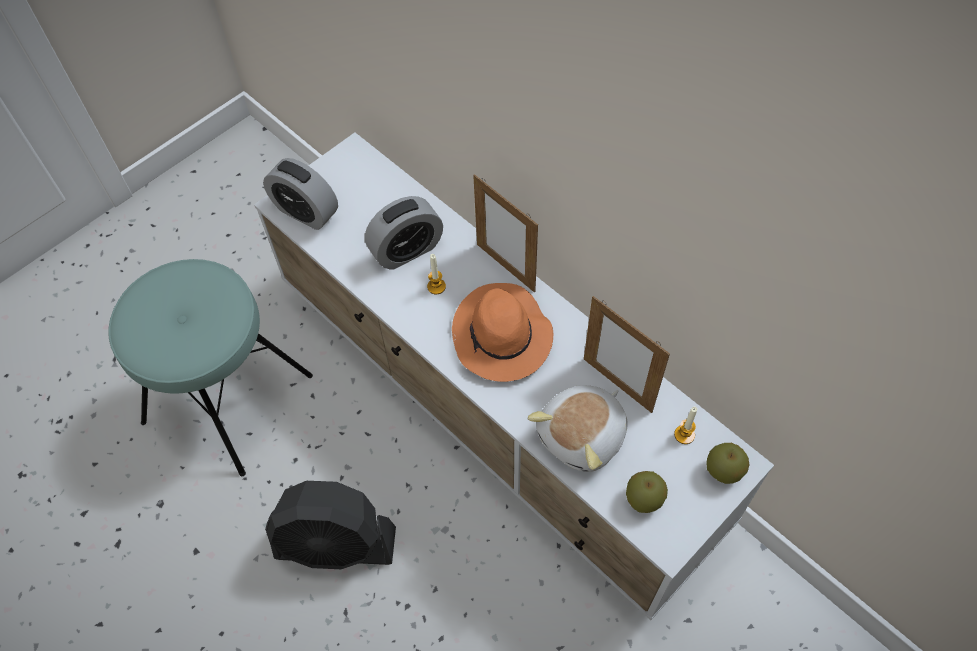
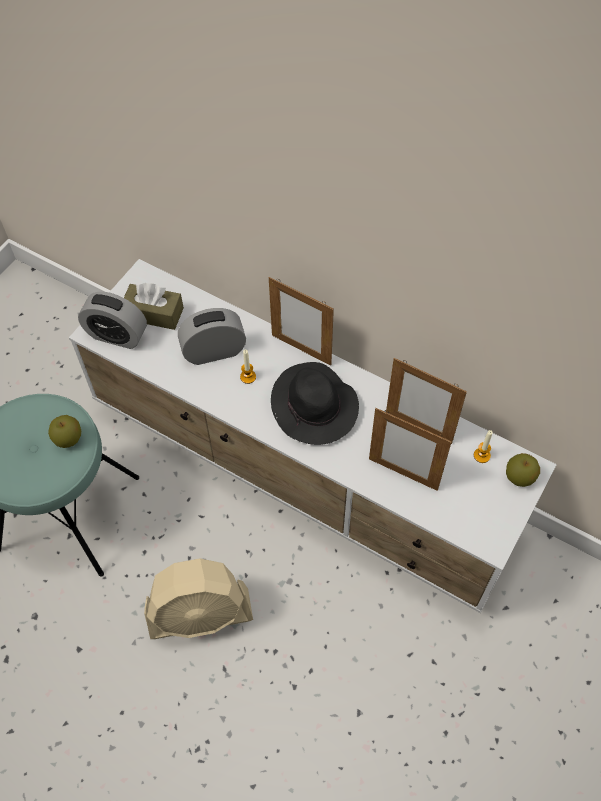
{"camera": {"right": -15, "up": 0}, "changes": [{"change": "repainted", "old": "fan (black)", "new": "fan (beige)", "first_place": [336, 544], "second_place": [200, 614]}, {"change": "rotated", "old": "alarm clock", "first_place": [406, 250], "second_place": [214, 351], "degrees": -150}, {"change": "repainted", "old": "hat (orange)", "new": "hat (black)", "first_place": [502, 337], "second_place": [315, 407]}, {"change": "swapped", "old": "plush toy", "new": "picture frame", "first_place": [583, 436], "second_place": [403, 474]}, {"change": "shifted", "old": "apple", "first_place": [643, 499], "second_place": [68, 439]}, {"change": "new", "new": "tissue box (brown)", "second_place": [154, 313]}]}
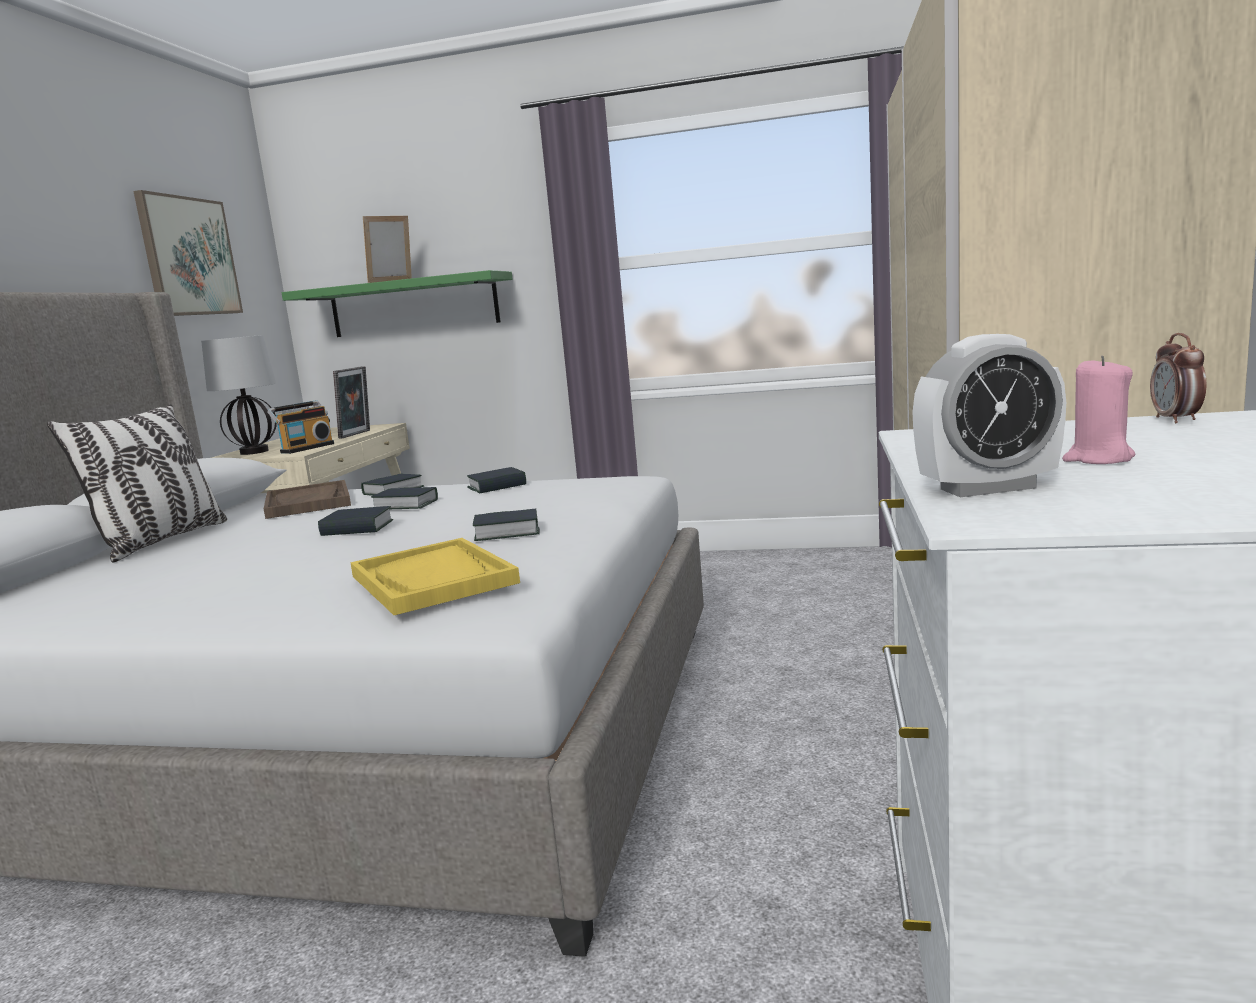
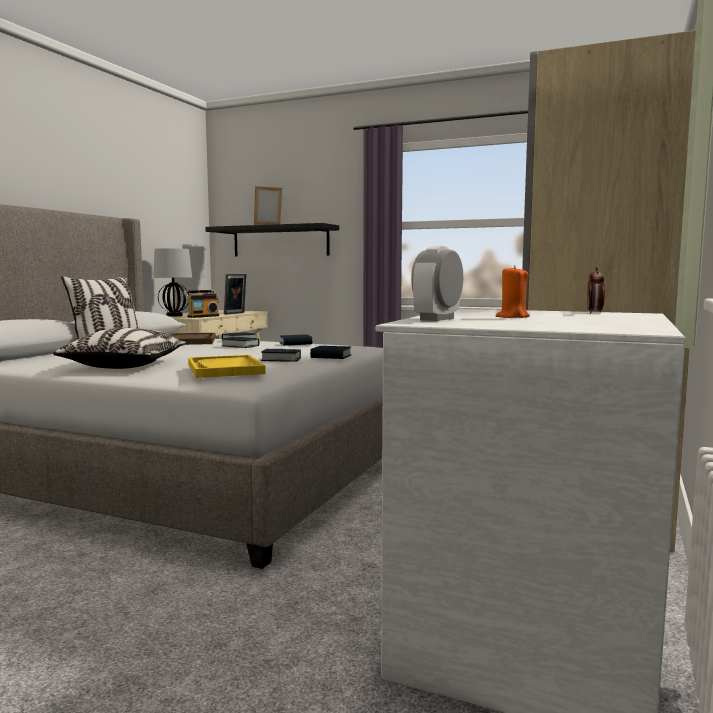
{"camera": {"right": 10, "up": -5}, "changes": [{"change": "gone", "old": "picture", "first_place": [188, 256]}, {"change": "repainted", "old": "shelf (green)", "new": "shelf (black)", "first_place": [414, 306], "second_place": [280, 241]}, {"change": "shifted", "old": "book", "first_place": [357, 528], "second_place": [331, 357]}, {"change": "rotated", "old": "alarm clock", "first_place": [987, 488], "second_place": [437, 319], "degrees": 120}, {"change": "repainted", "old": "candle (pink)", "new": "candle (orange)", "first_place": [1098, 459], "second_place": [512, 317]}, {"change": "new", "new": "pillow", "second_place": [125, 365]}]}
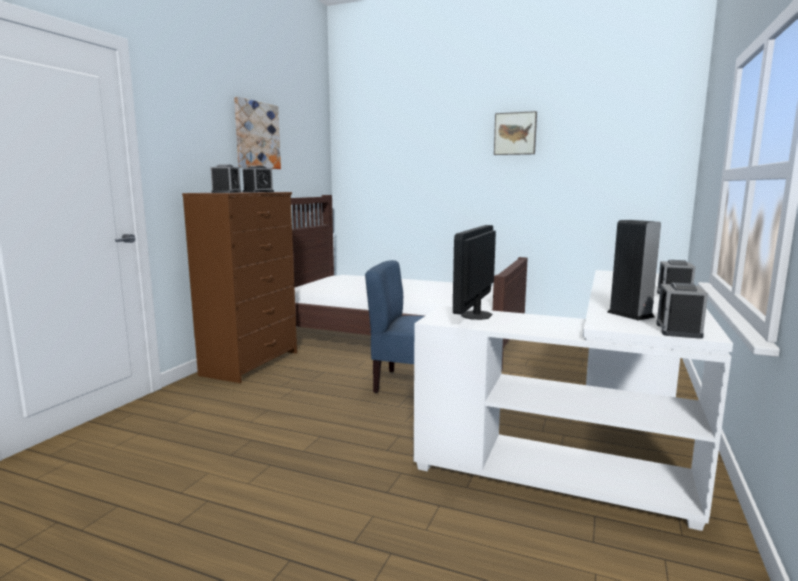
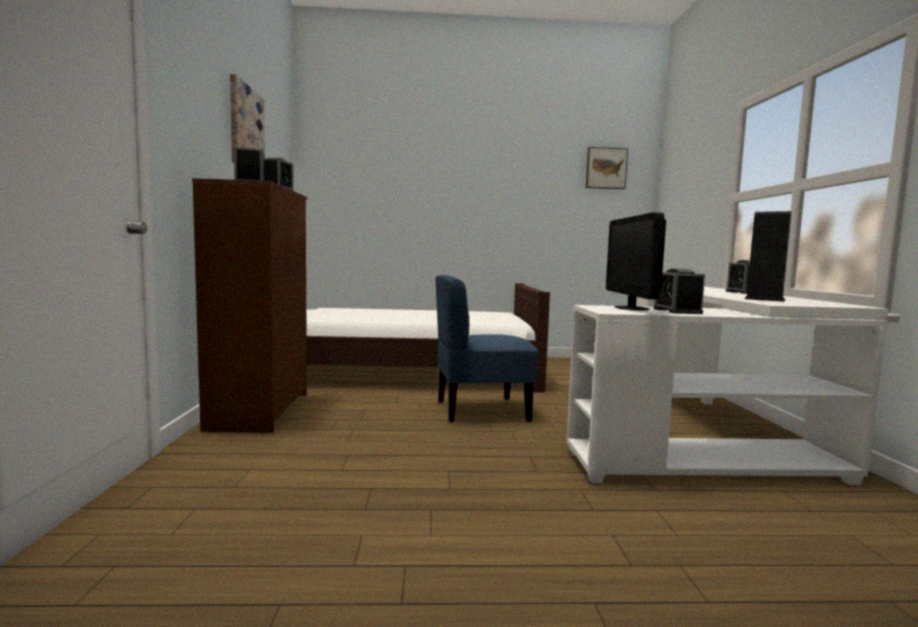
{"camera": {"right": -25, "up": -5}, "changes": [{"change": "shifted", "old": "picture", "first_place": [515, 134], "second_place": [605, 168]}, {"change": "shifted", "old": "alarm clock", "first_place": [678, 330], "second_place": [677, 311]}]}
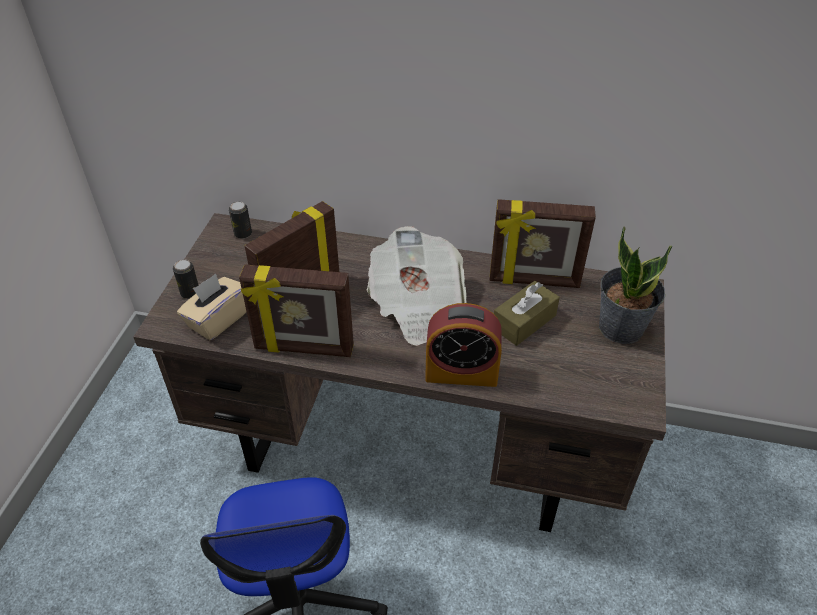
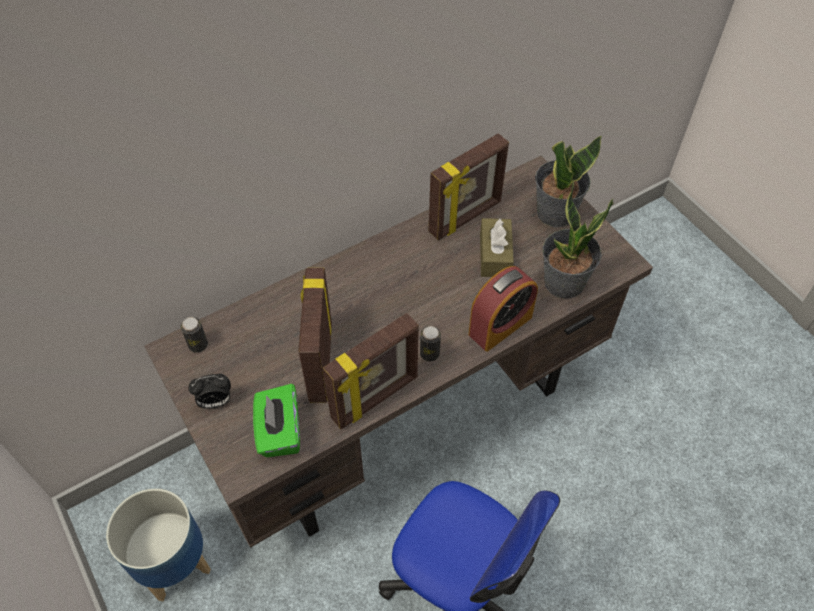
{"camera": {"right": -45, "up": 10}, "changes": [{"change": "shifted", "old": "can", "first_place": [190, 293], "second_place": [429, 354]}, {"change": "repainted", "old": "tissue box (beige)", "new": "tissue box (green)", "first_place": [218, 319], "second_place": [279, 432]}, {"change": "gone", "old": "newspaper", "first_place": [417, 306]}, {"change": "new", "new": "planter", "second_place": [173, 564]}, {"change": "new", "new": "alarm clock", "second_place": [215, 402]}, {"change": "new", "new": "potted plant", "second_place": [564, 283]}]}
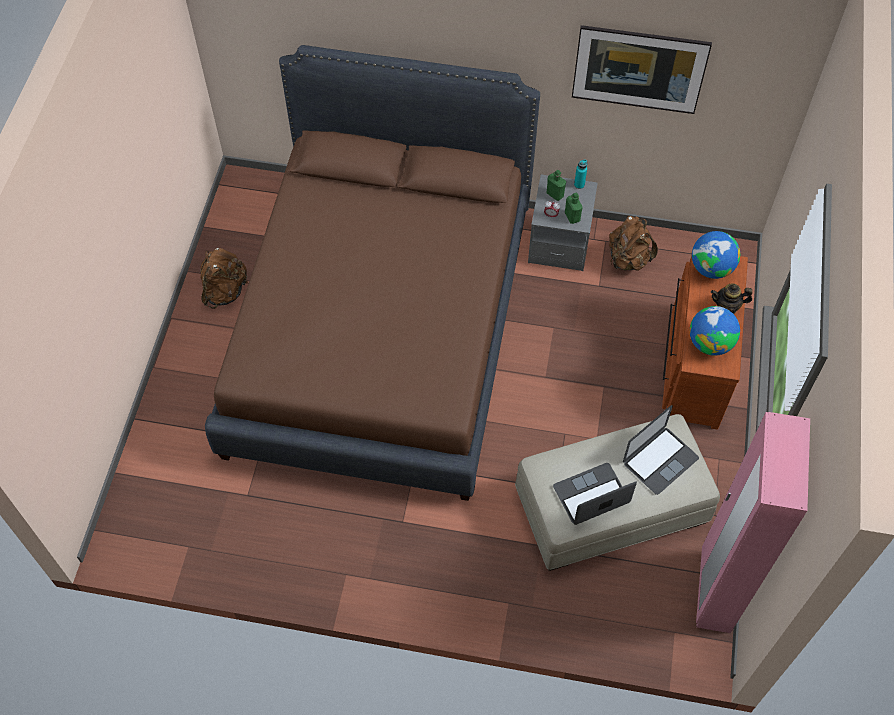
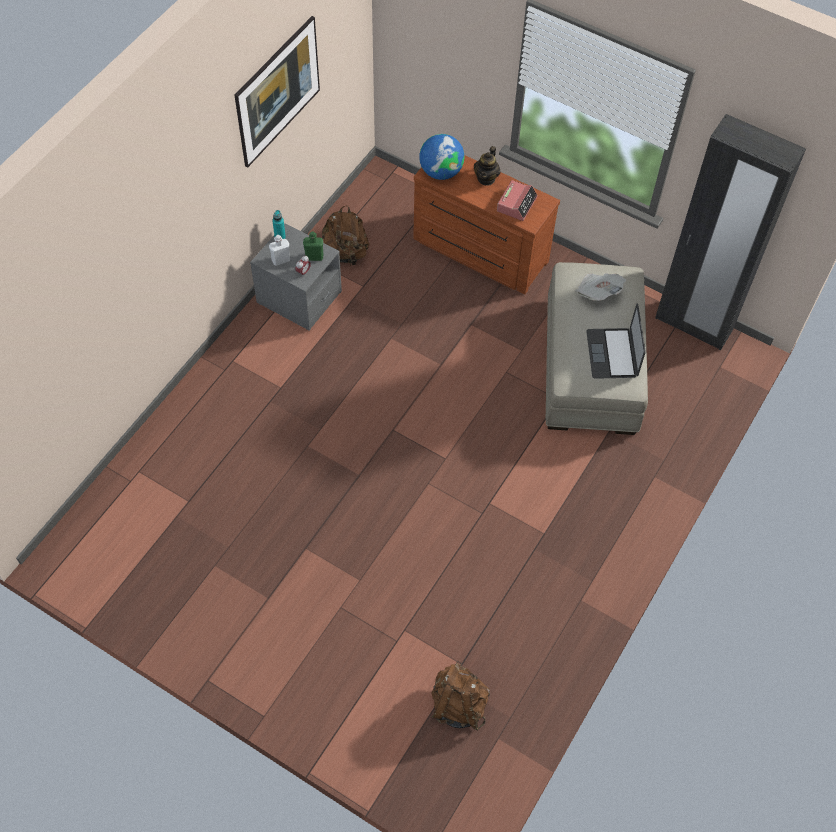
{"camera": {"right": -70, "up": 0}, "changes": [{"change": "shifted", "old": "backpack (brown)", "first_place": [225, 291], "second_place": [458, 705]}, {"change": "gone", "old": "bed (brown)", "first_place": [381, 330]}, {"change": "repainted", "old": "bottle (green)", "new": "bottle (white)", "first_place": [555, 194], "second_place": [281, 260]}, {"change": "swapped", "old": "laptop", "new": "newspaper", "first_place": [660, 460], "second_place": [598, 293]}, {"change": "swapped", "old": "globe", "new": "alarm clock", "first_place": [710, 343], "second_place": [516, 204]}, {"change": "repainted", "old": "wardrobe (pink)", "new": "wardrobe (black)", "first_place": [714, 590], "second_place": [693, 325]}]}
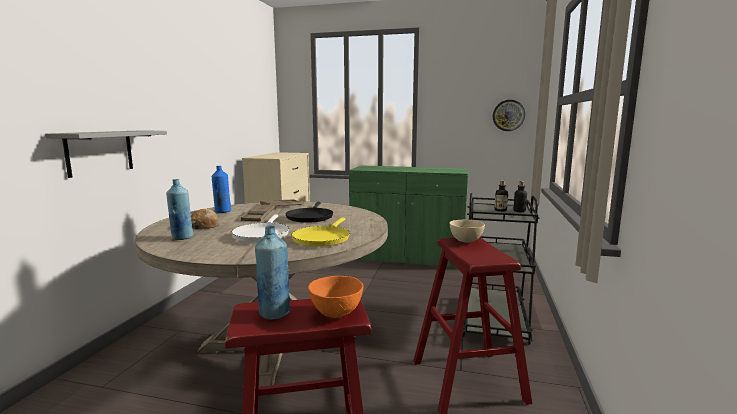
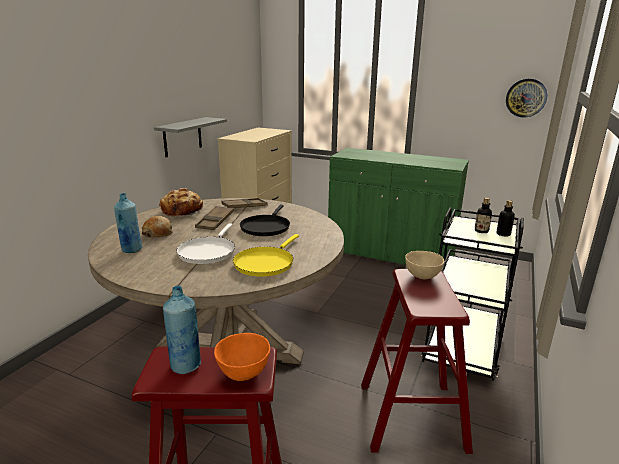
{"camera": {"right": 10, "up": 10}, "changes": [{"change": "shifted", "old": "shelf (grey)", "first_place": [100, 152], "second_place": [182, 137]}, {"change": "swapped", "old": "bottle (blue)", "new": "bread", "first_place": [222, 211], "second_place": [182, 211]}]}
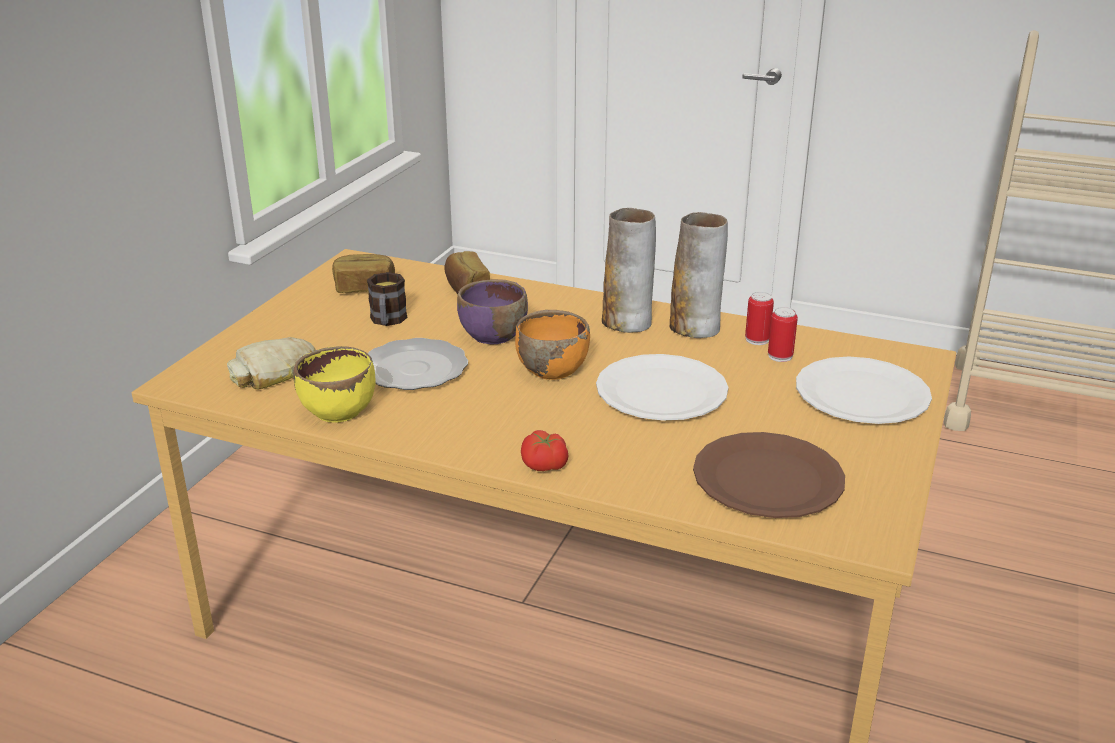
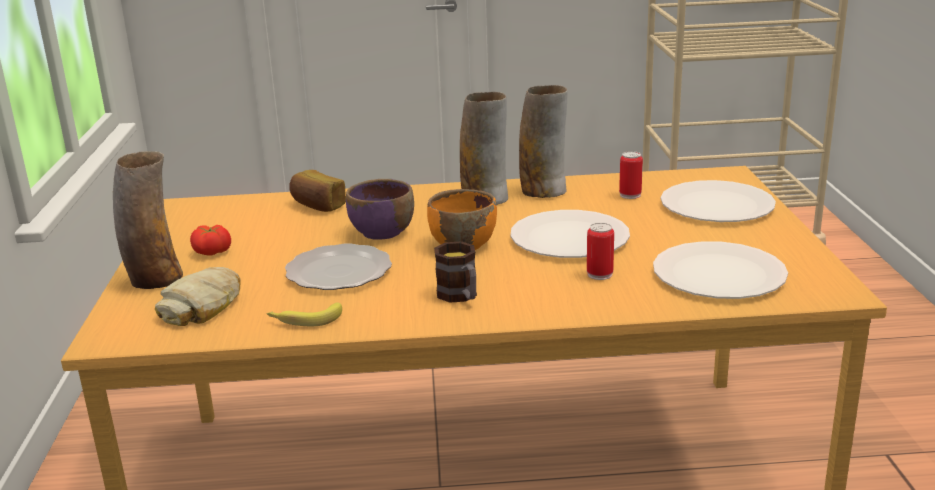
{"camera": {"right": -25, "up": -5}, "changes": [{"change": "swapped", "old": "bowl (yellow)", "new": "banana", "first_place": [339, 411], "second_place": [305, 320]}, {"change": "gone", "old": "bread", "first_place": [364, 288]}, {"change": "shifted", "old": "mug", "first_place": [387, 321], "second_place": [460, 296]}, {"change": "shifted", "old": "tomato", "first_place": [544, 465], "second_place": [212, 252]}, {"change": "repainted", "old": "plate (brown)", "new": "plate (white)", "first_place": [767, 478], "second_place": [718, 274]}, {"change": "shifted", "old": "can", "first_place": [757, 339], "second_place": [599, 274]}, {"change": "new", "new": "vase", "second_place": [155, 279]}]}
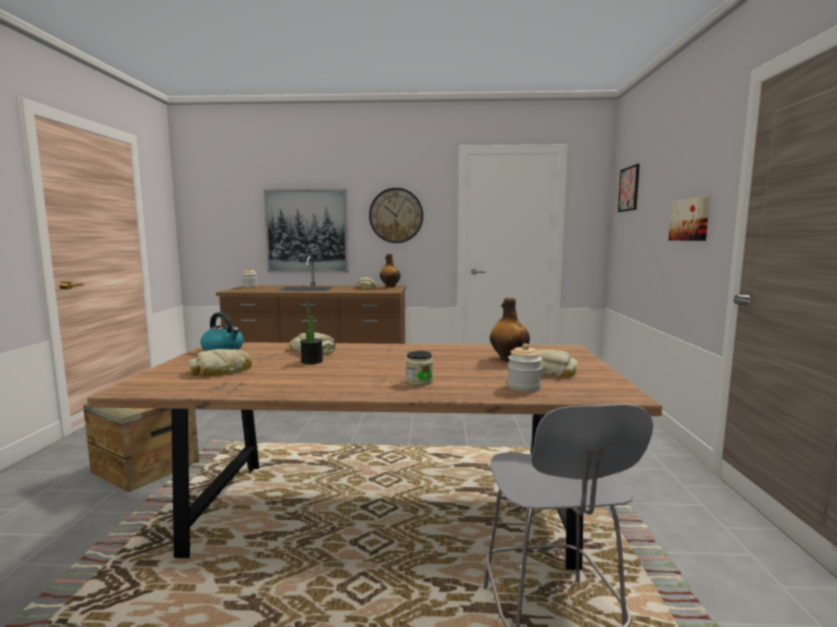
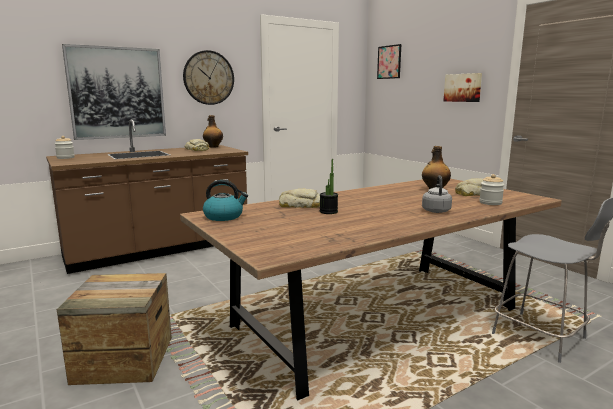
{"camera": {"right": -35, "up": 5}, "changes": [{"change": "gone", "old": "bread", "first_place": [221, 371]}, {"change": "swapped", "old": "jar", "new": "kettle (grey)", "first_place": [419, 381], "second_place": [436, 210]}]}
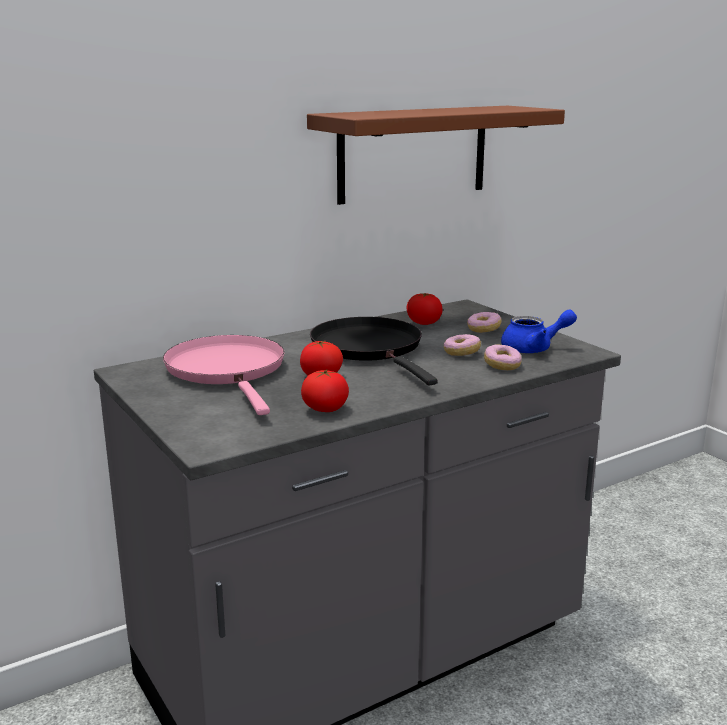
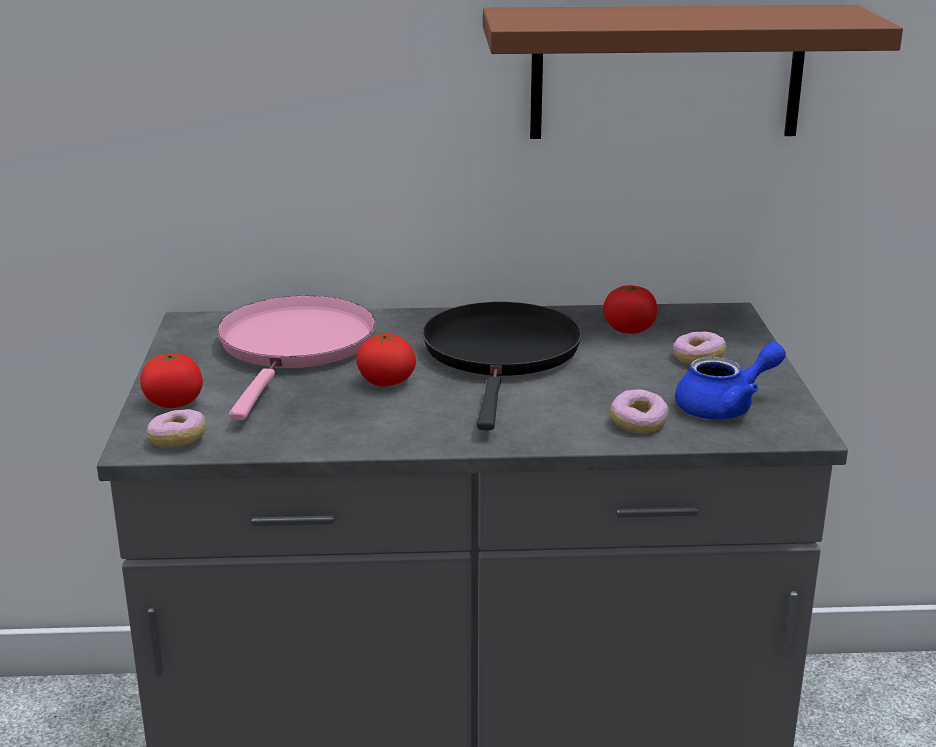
{"camera": {"right": 30, "up": 5}, "changes": [{"change": "shifted", "old": "tomato", "first_place": [325, 409], "second_place": [174, 403]}, {"change": "shifted", "old": "donut", "first_place": [461, 353], "second_place": [177, 440]}, {"change": "rotated", "old": "teapot (blue)", "first_place": [534, 348], "second_place": [725, 407], "degrees": -45}]}
